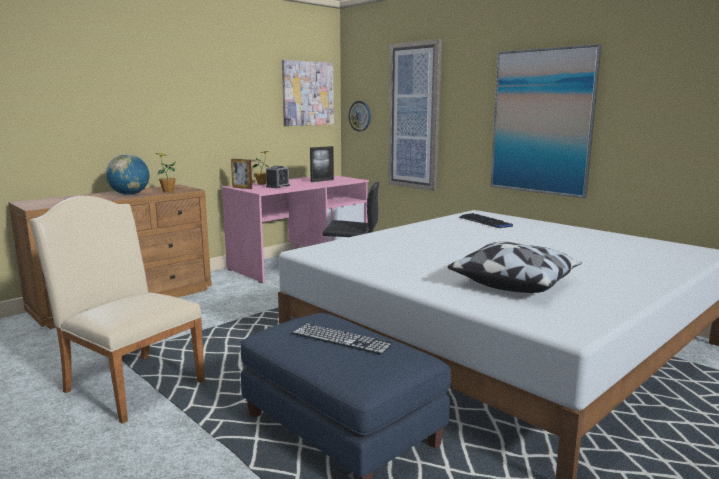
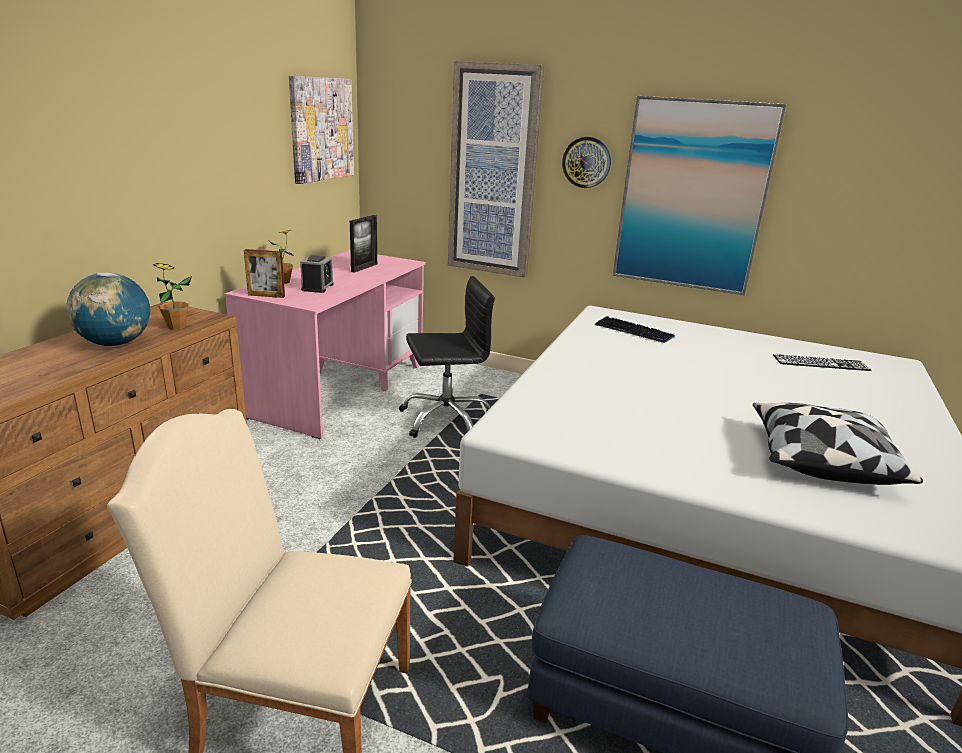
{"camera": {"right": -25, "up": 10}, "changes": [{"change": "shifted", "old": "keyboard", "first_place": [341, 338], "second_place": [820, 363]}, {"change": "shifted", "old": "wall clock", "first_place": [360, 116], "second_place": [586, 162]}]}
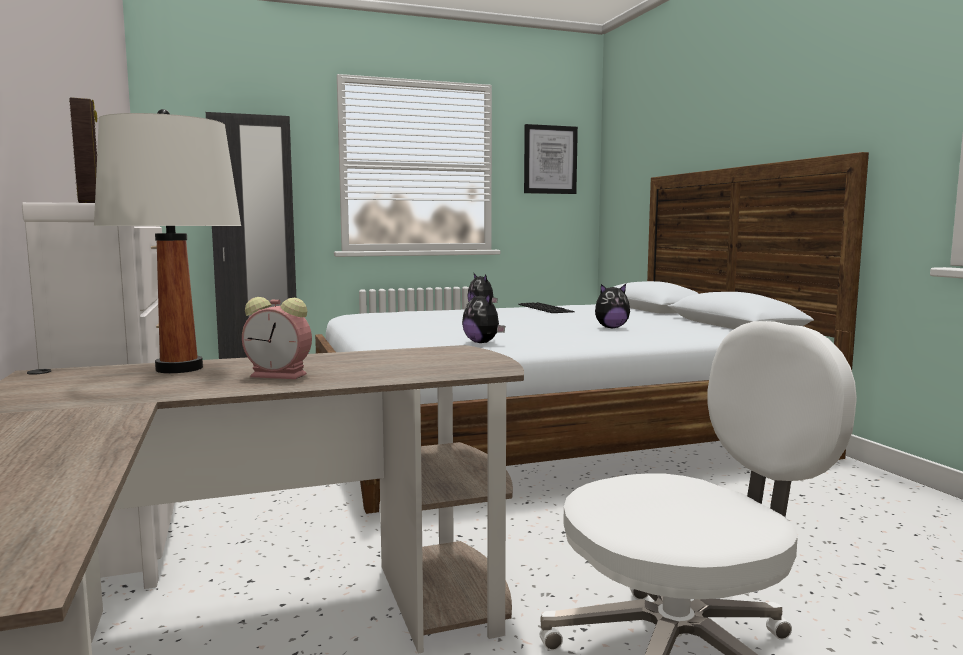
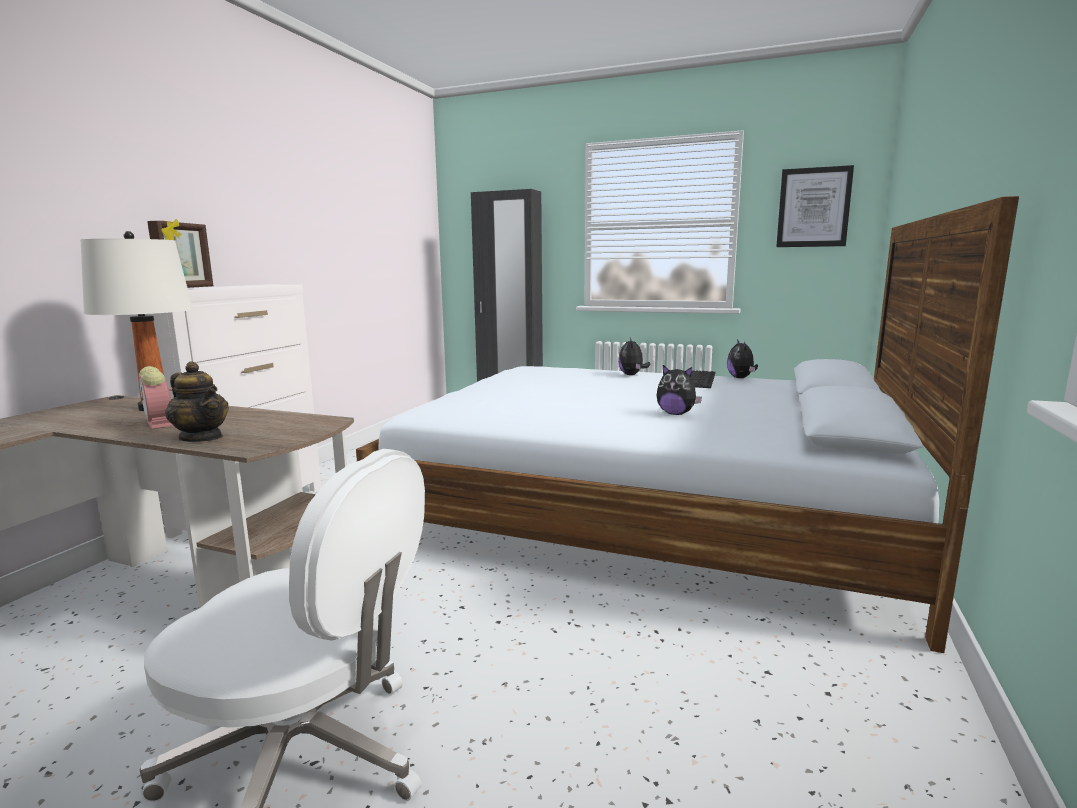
{"camera": {"right": 40, "up": 5}, "changes": [{"change": "shifted", "old": "plush toy", "first_place": [482, 343], "second_place": [741, 378]}, {"change": "new", "new": "teapot", "second_place": [202, 438]}]}
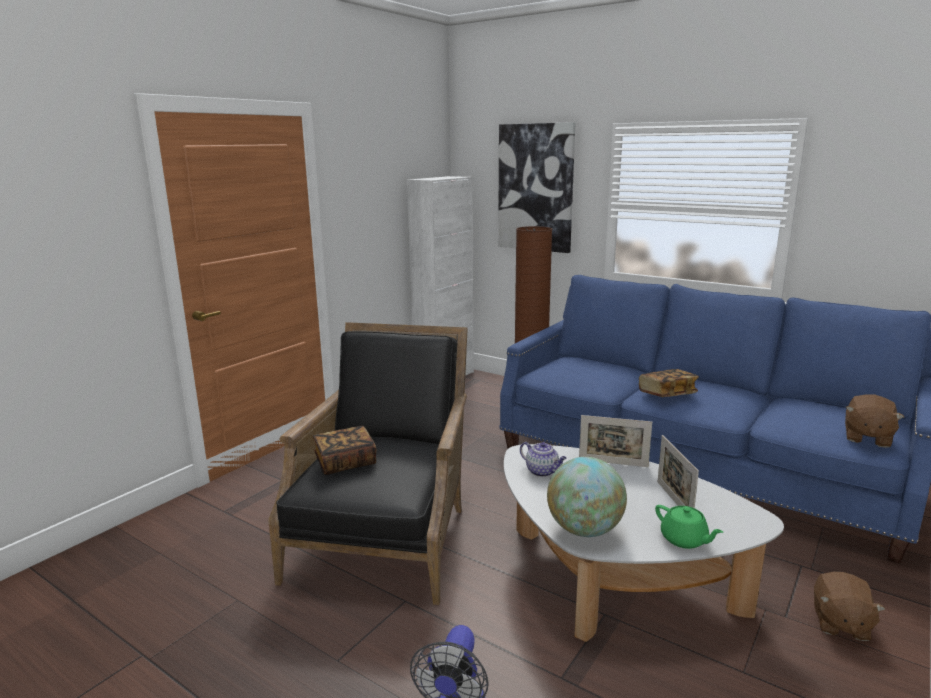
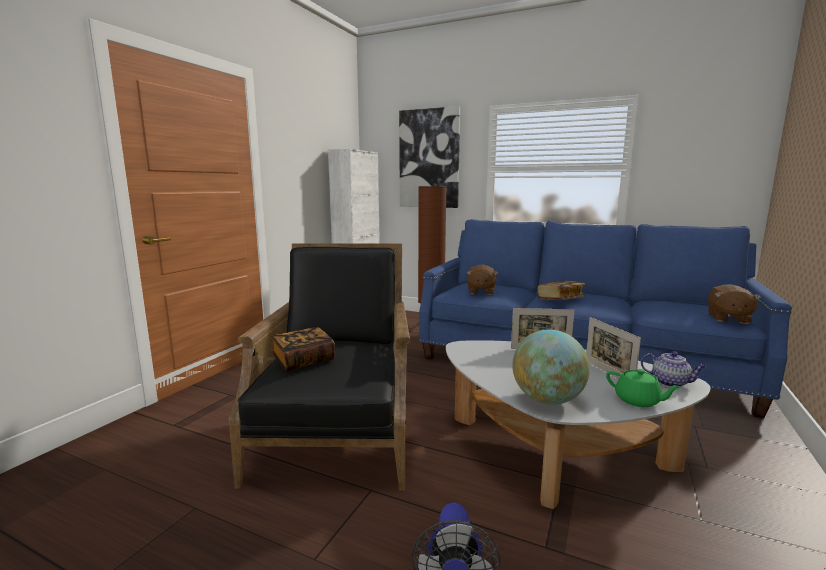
{"camera": {"right": -10, "up": -5}, "changes": [{"change": "shifted", "old": "teapot", "first_place": [542, 471], "second_place": [670, 382]}, {"change": "shifted", "old": "plush toy (brown)", "first_place": [840, 623], "second_place": [480, 292]}]}
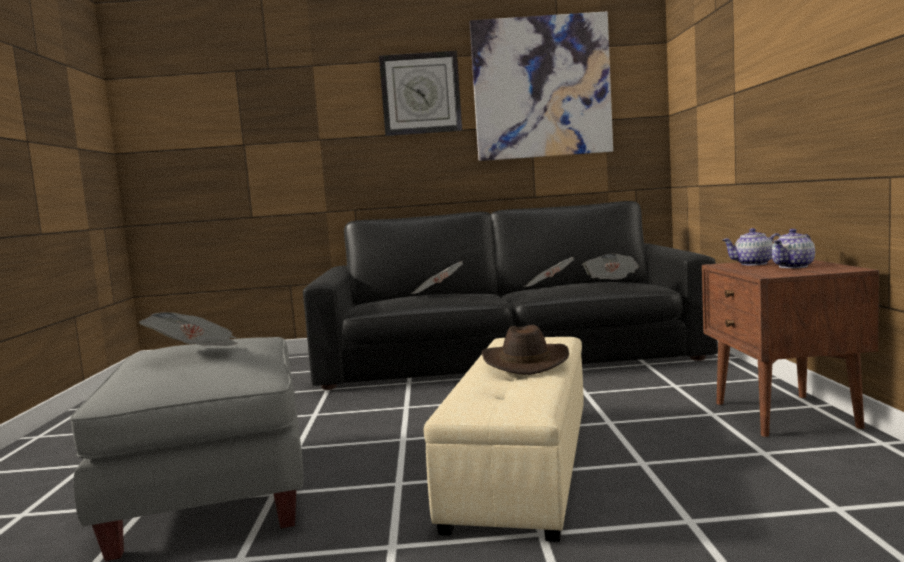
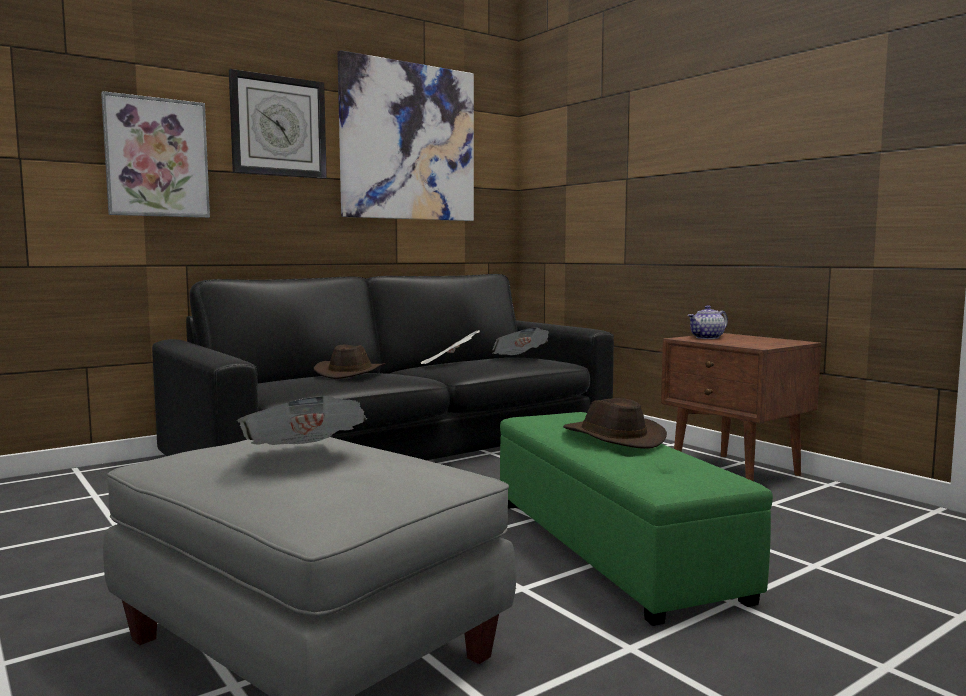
{"camera": {"right": -35, "up": 0}, "changes": [{"change": "swapped", "old": "newspaper", "new": "hat (brown)", "first_place": [437, 294], "second_place": [351, 373]}, {"change": "repainted", "old": "ottoman (beige)", "new": "ottoman (green)", "first_place": [524, 465], "second_place": [612, 546]}, {"change": "gone", "old": "teapot", "first_place": [793, 266]}, {"change": "new", "new": "picture", "second_place": [156, 158]}]}
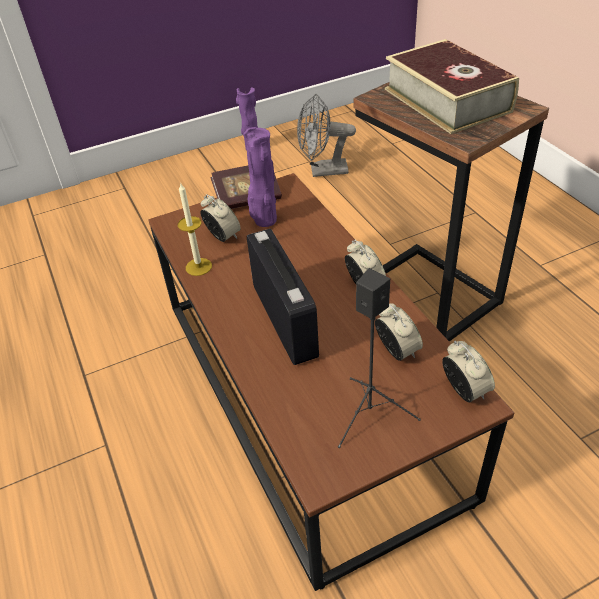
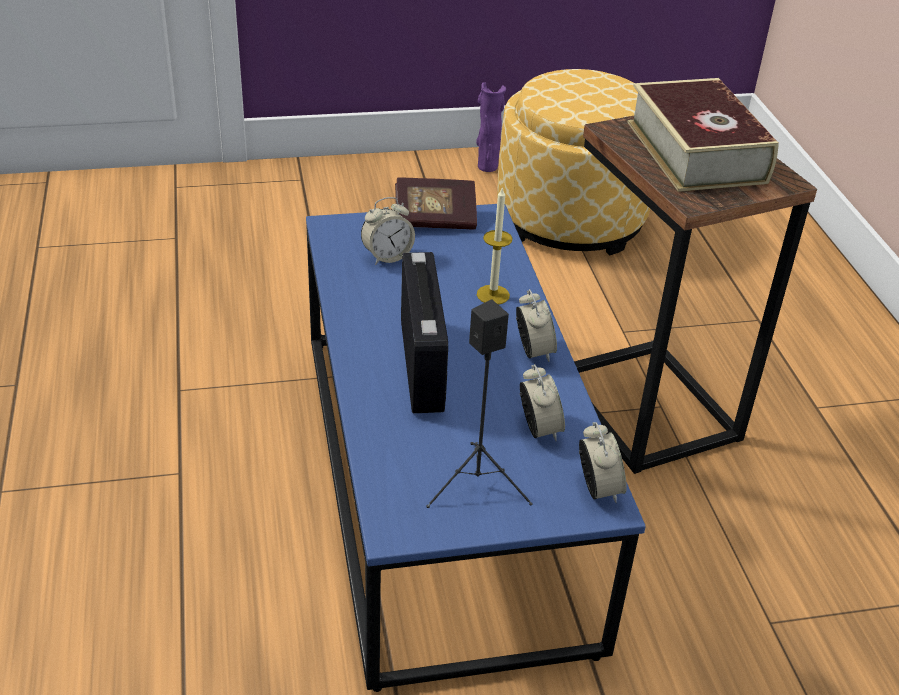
{"camera": {"right": 10, "up": -5}, "changes": [{"change": "repainted", "old": "coffee table (brown)", "new": "coffee table (blue)", "first_place": [306, 393], "second_place": [441, 480]}, {"change": "shifted", "old": "candle", "first_place": [198, 267], "second_place": [493, 295]}, {"change": "rotated", "old": "alarm clock", "first_place": [223, 236], "second_place": [387, 256], "degrees": 90}, {"change": "gone", "old": "vase (purple)", "first_place": [264, 221]}, {"change": "swapped", "old": "fan (grey)", "new": "ottoman", "first_place": [323, 171], "second_place": [571, 218]}]}
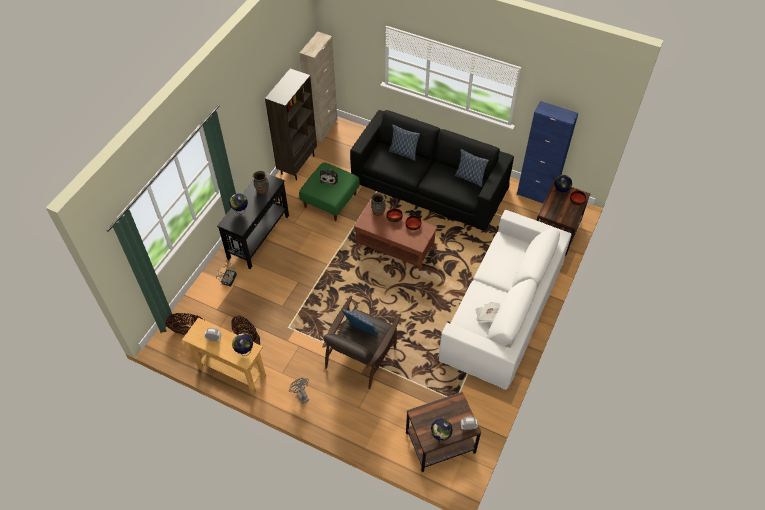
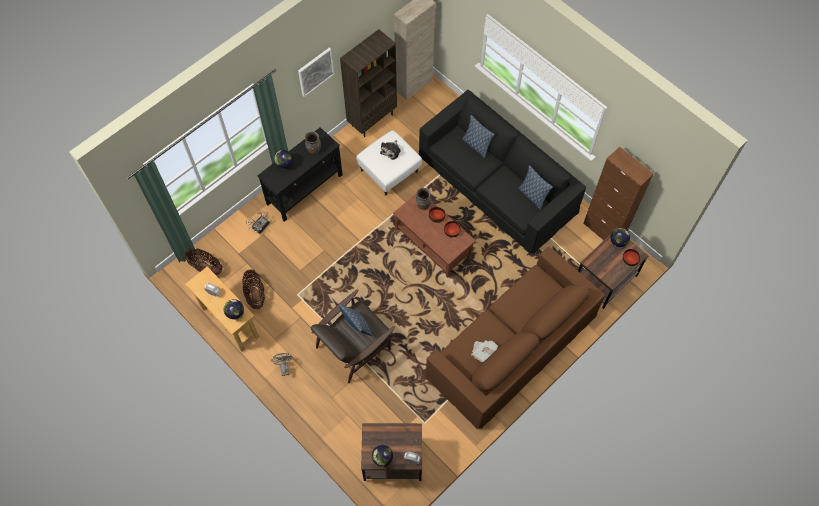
{"camera": {"right": 20, "up": 10}, "changes": [{"change": "repainted", "old": "ottoman (green)", "new": "ottoman (white)", "first_place": [330, 201], "second_place": [389, 171]}, {"change": "repainted", "old": "sofa (white)", "new": "sofa (brown)", "first_place": [503, 309], "second_place": [512, 345]}, {"change": "repainted", "old": "cabinet (blue)", "new": "cabinet (brown)", "first_place": [536, 195], "second_place": [603, 230]}, {"change": "new", "new": "picture", "second_place": [315, 71]}]}
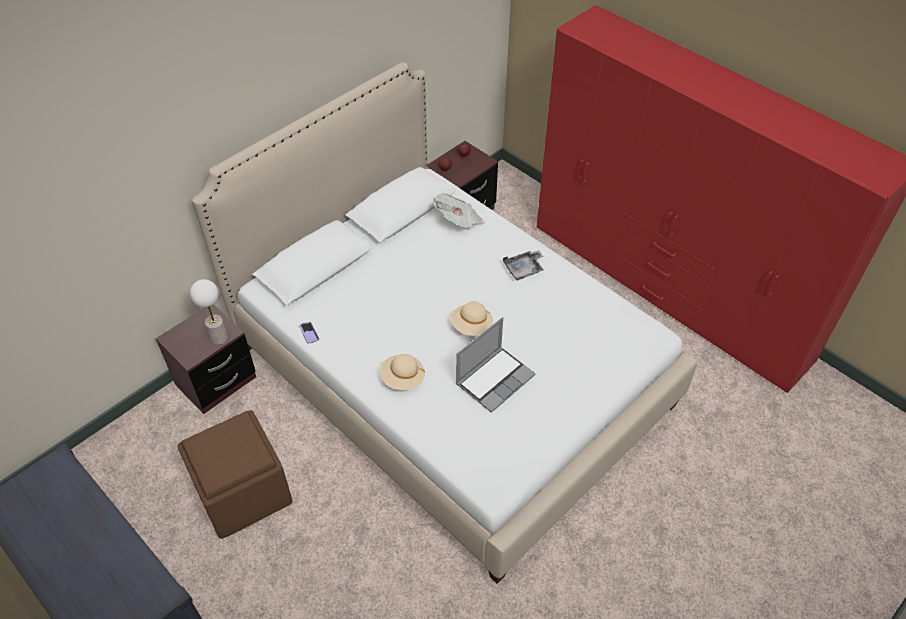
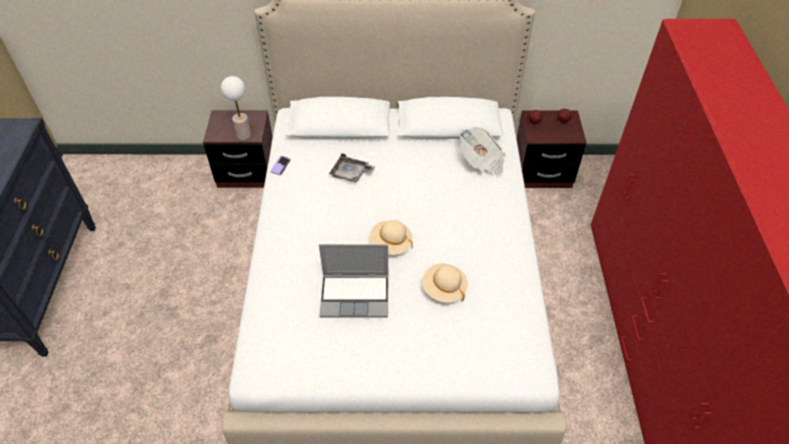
{"camera": {"right": 45, "up": 0}, "changes": [{"change": "gone", "old": "ottoman (brown)", "first_place": [241, 491]}, {"change": "shifted", "old": "hat (beige)", "first_place": [402, 378], "second_place": [444, 289]}, {"change": "shifted", "old": "tray (grey)", "first_place": [524, 269], "second_place": [351, 174]}]}
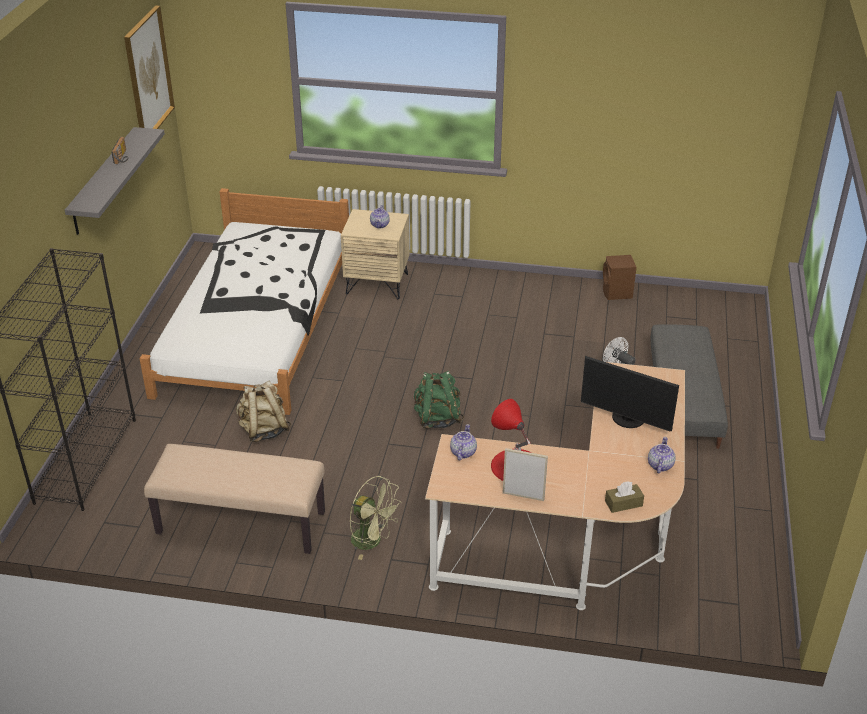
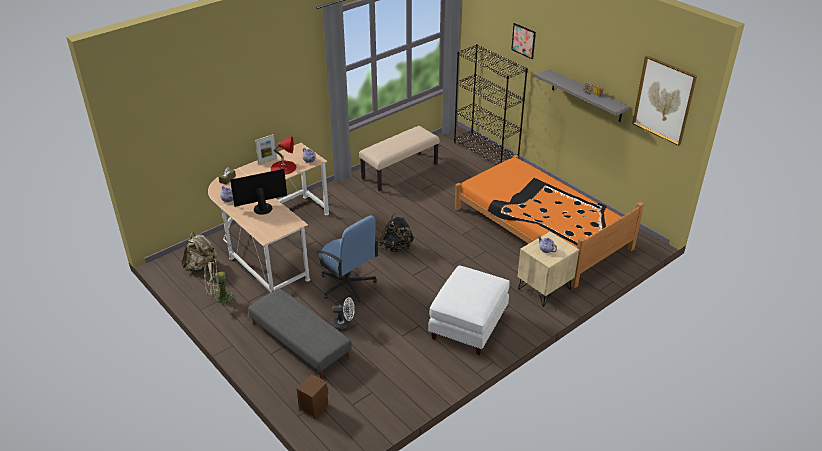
{"camera": {"right": 130, "up": 0}, "changes": [{"change": "repainted", "old": "bed (white)", "new": "bed (orange)", "first_place": [257, 328], "second_place": [541, 228]}, {"change": "shifted", "old": "backpack (beige)", "first_place": [263, 430], "second_place": [201, 266]}, {"change": "shifted", "old": "fan (green)", "first_place": [372, 541], "second_place": [220, 299]}, {"change": "repainted", "old": "backpack (green)", "new": "backpack (black)", "first_place": [437, 419], "second_place": [396, 247]}, {"change": "shifted", "old": "speaker (brown)", "first_place": [617, 293], "second_place": [313, 407]}, {"change": "new", "new": "office chair (blue)", "second_place": [348, 285]}, {"change": "new", "new": "ottoman (white)", "second_place": [469, 326]}, {"change": "new", "new": "picture", "second_place": [523, 41]}]}
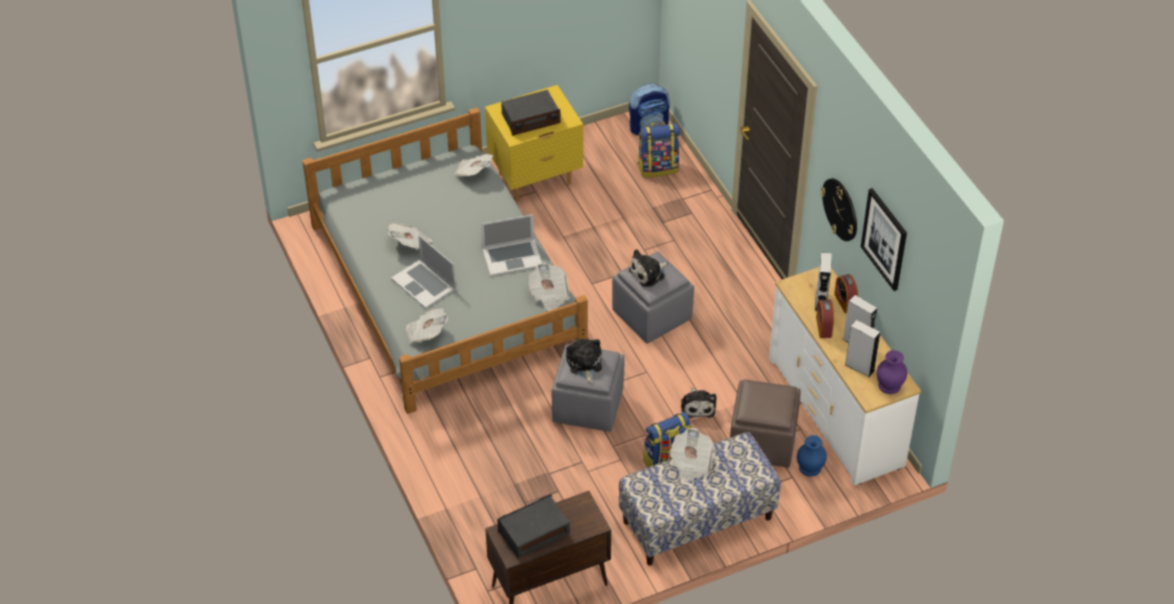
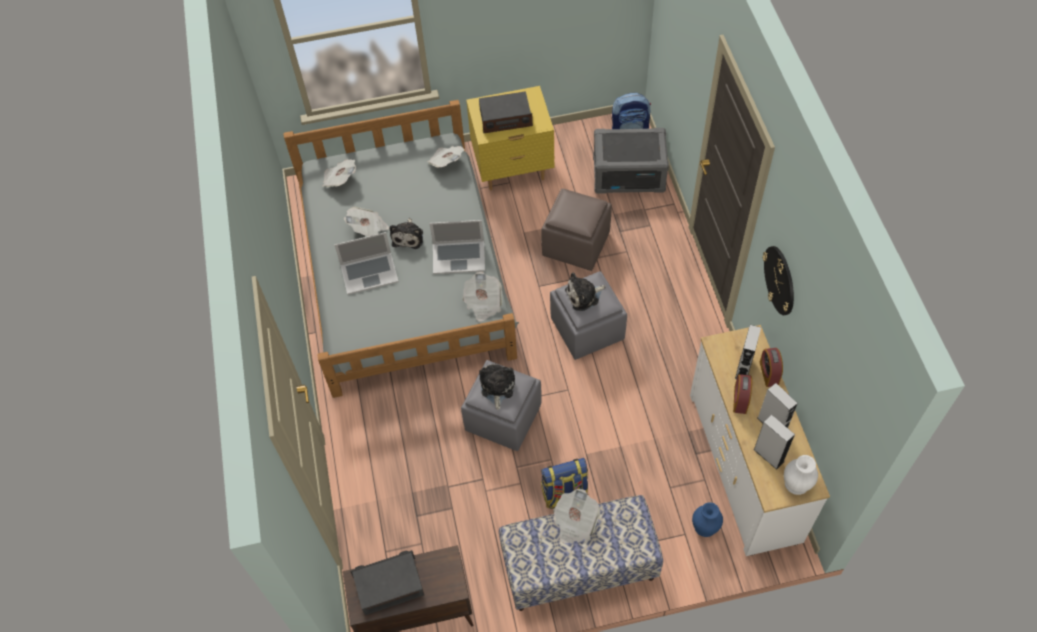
{"camera": {"right": 15, "up": 10}, "changes": [{"change": "rotated", "old": "laptop", "first_place": [424, 283], "second_place": [369, 272], "degrees": -75}, {"change": "shifted", "old": "newspaper", "first_place": [426, 333], "second_place": [340, 179]}, {"change": "swapped", "old": "backpack", "new": "storage box (grey)", "first_place": [658, 167], "second_place": [629, 174]}, {"change": "shifted", "old": "plush toy", "first_place": [697, 406], "second_place": [408, 236]}, {"change": "shifted", "old": "ottoman (brown)", "first_place": [763, 440], "second_place": [576, 244]}, {"change": "gone", "old": "picture", "first_place": [885, 239]}, {"change": "repainted", "old": "vase (purple)", "new": "vase (white)", "first_place": [890, 385], "second_place": [797, 483]}]}
